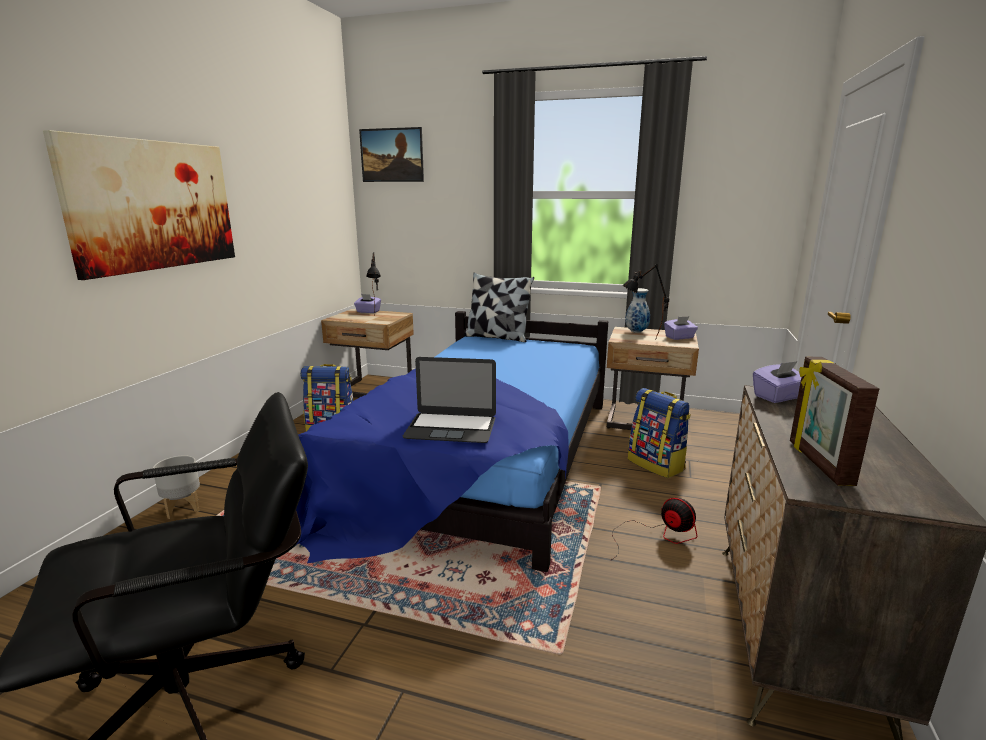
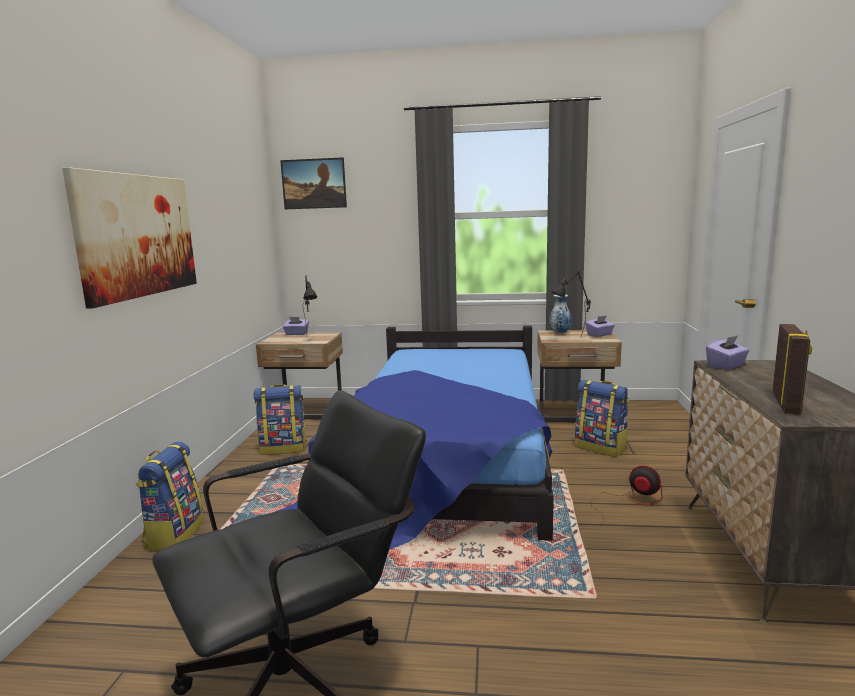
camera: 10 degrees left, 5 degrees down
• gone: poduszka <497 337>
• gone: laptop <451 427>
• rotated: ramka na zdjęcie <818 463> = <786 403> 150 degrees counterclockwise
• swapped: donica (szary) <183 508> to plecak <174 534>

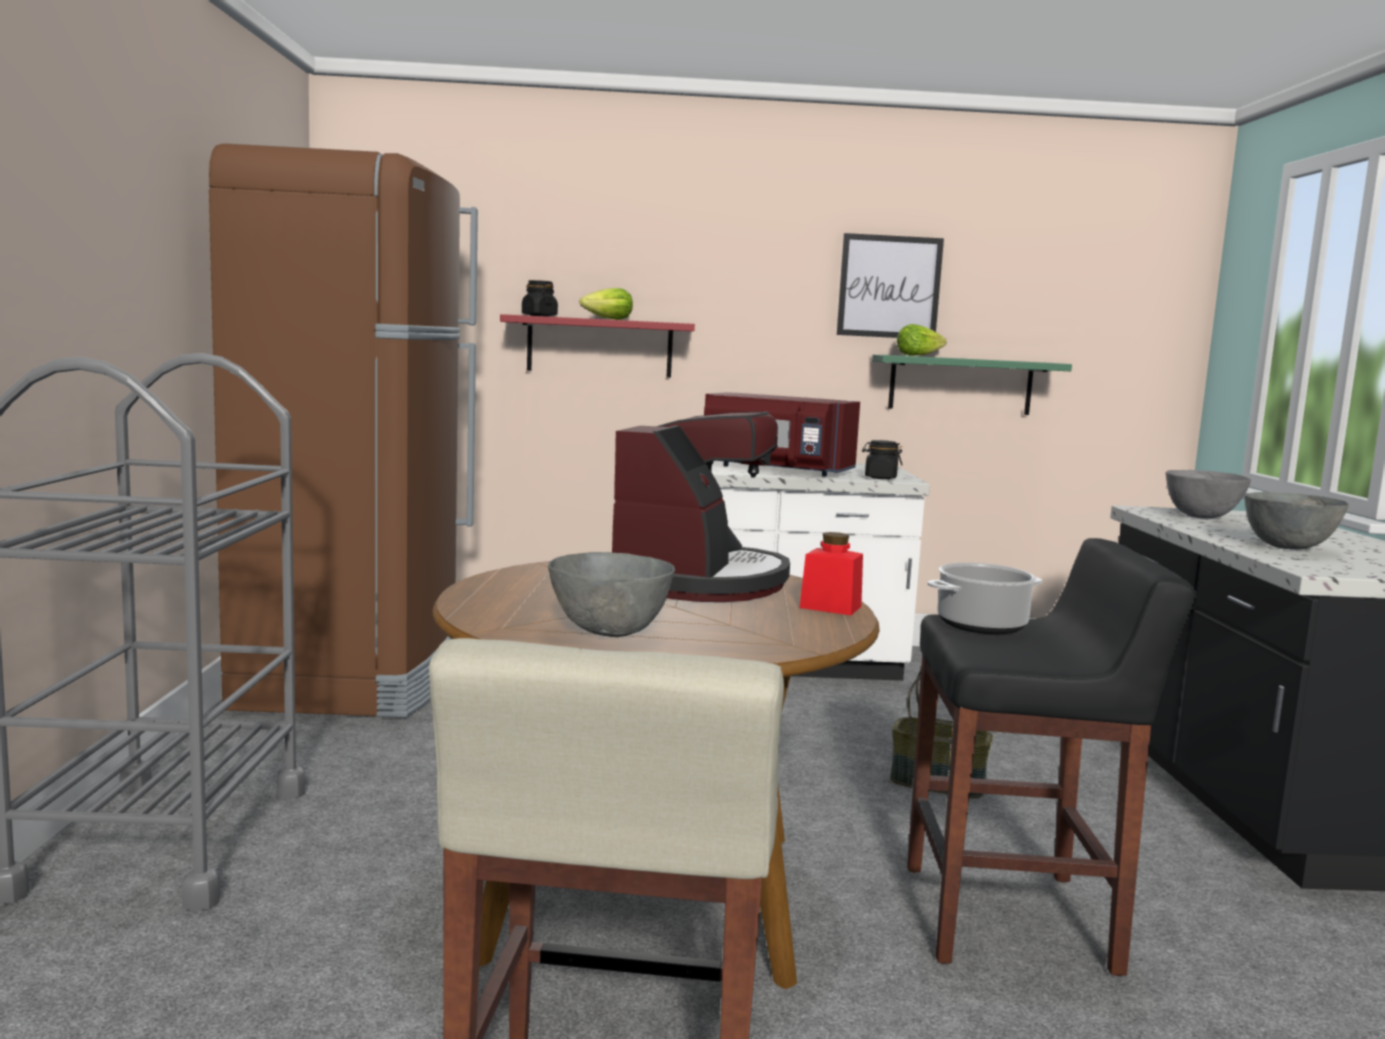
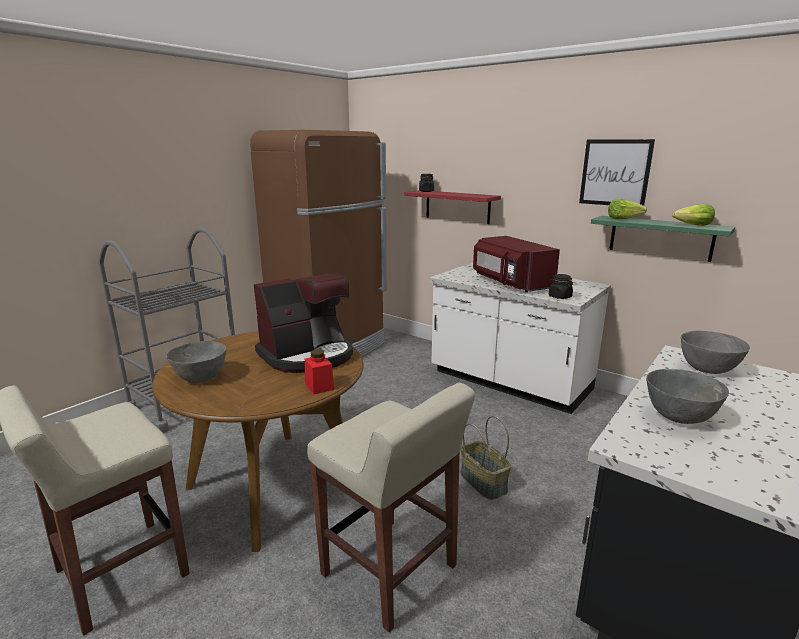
camera: 40 degrees right, 10 degrees up
• shifted: sałata <608 319> to <693 225>
• repainted: stołek (czarny) <1012 918> to stołek (beżowy) <390 571>
• gone: garnek <981 626>

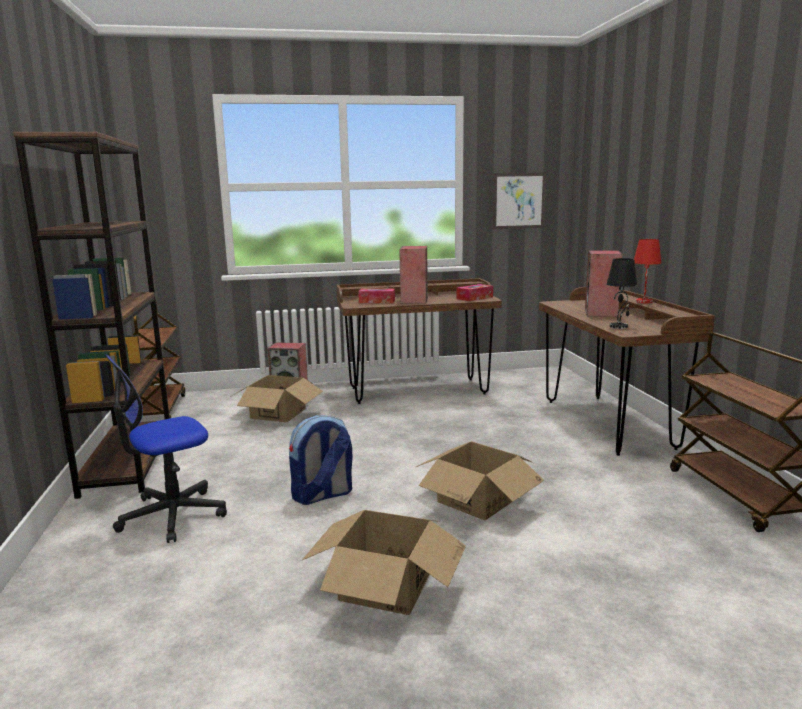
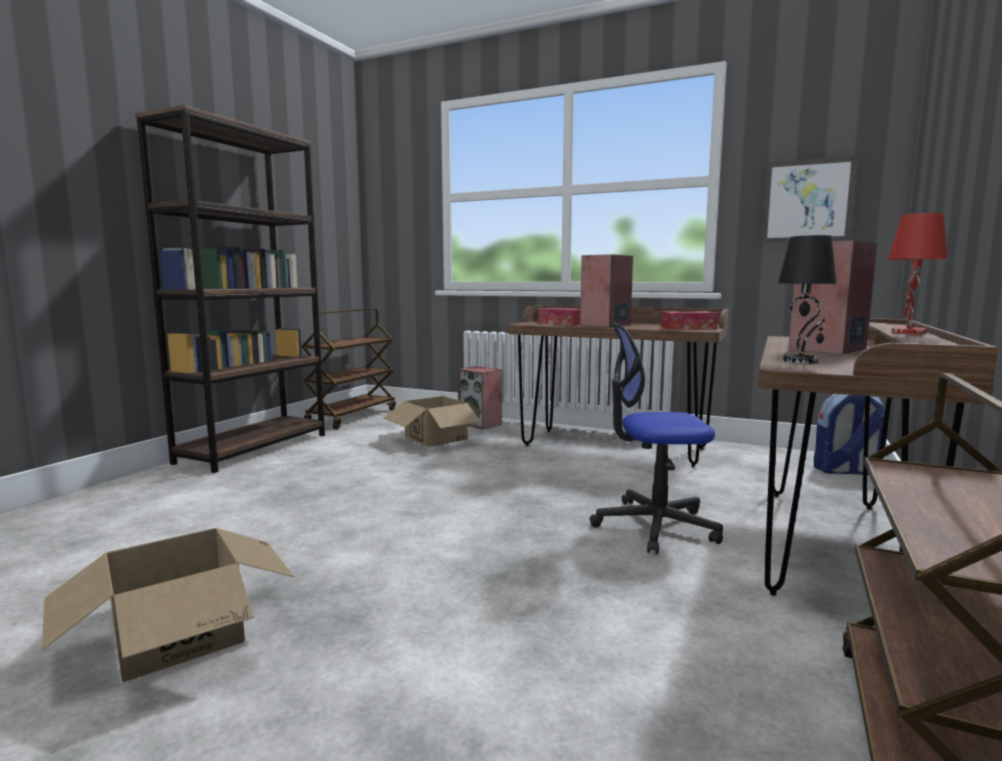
camera: 35 degrees right, 5 degrees down
• shifted: krzesło biurowe <172 515> to <654 526>
• shifted: plecak <322 495> to <846 471>
• gone: karton <477 500>

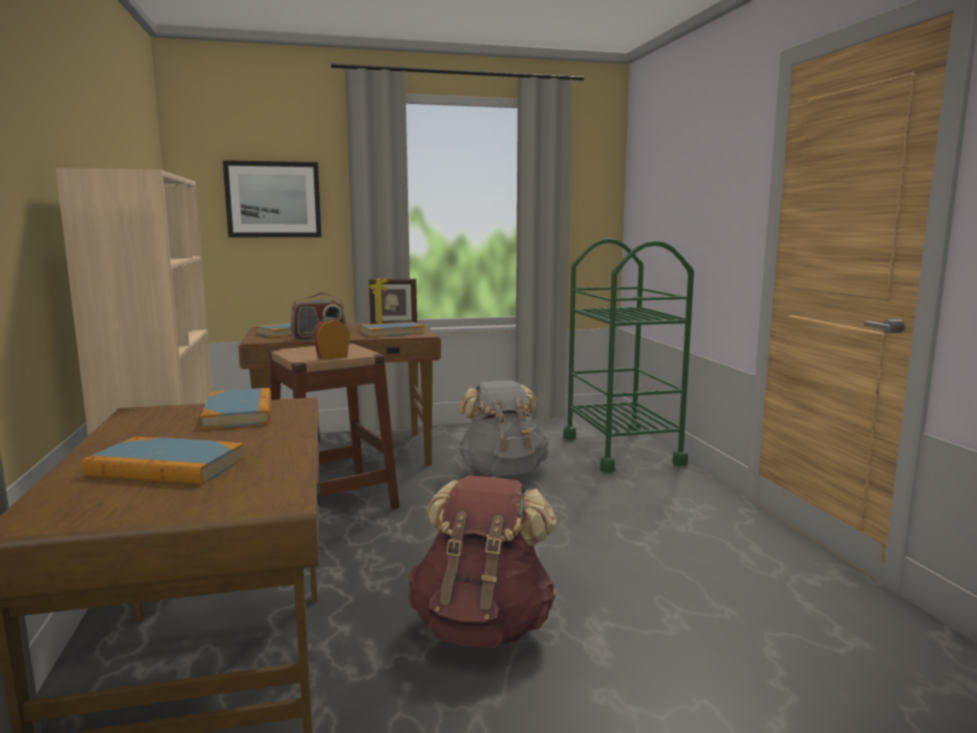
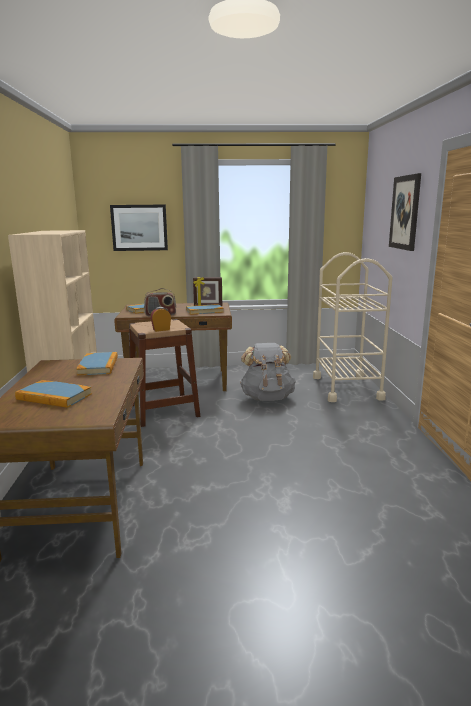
camera: 10 degrees right, 5 degrees up
• repainted: wózek (zielony) <621 450> to wózek (beżowy) <347 388>
• gone: plecak (brązowy) <483 626>
• new: obraz <405 212>

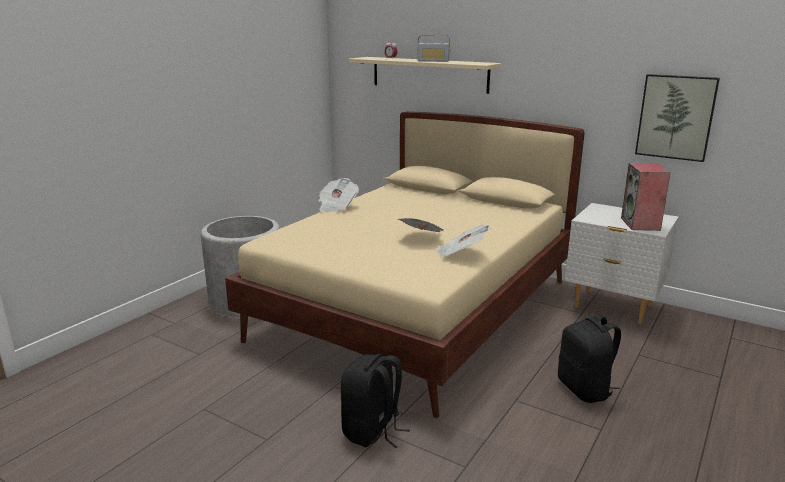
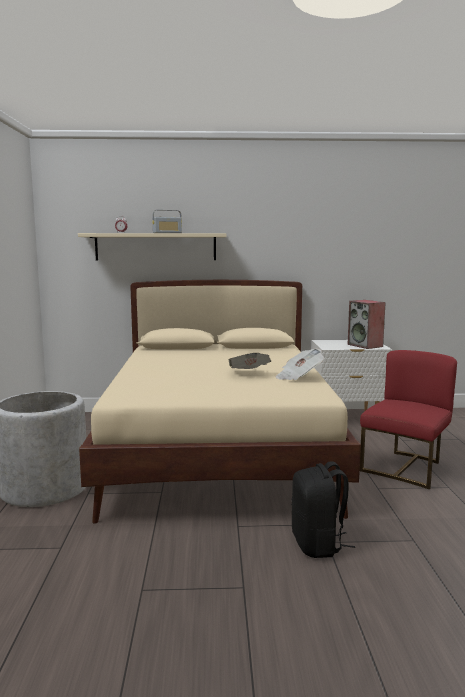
camera: 35 degrees left, 10 degrees down
• gone: obraz <675 117>
• gone: gazeta <337 207>
• swapped: plecak (czarny) <585 389> to krzesło (czerwony) <405 468>

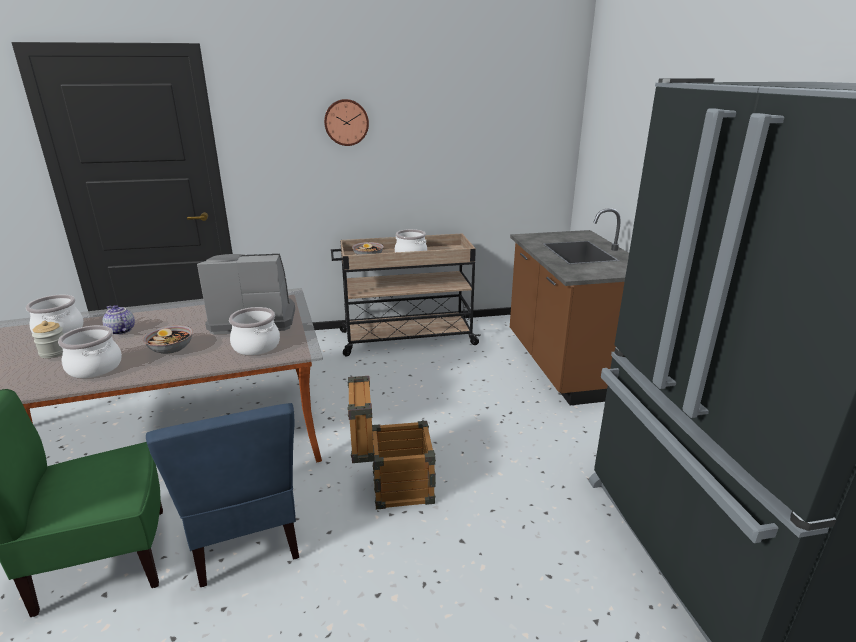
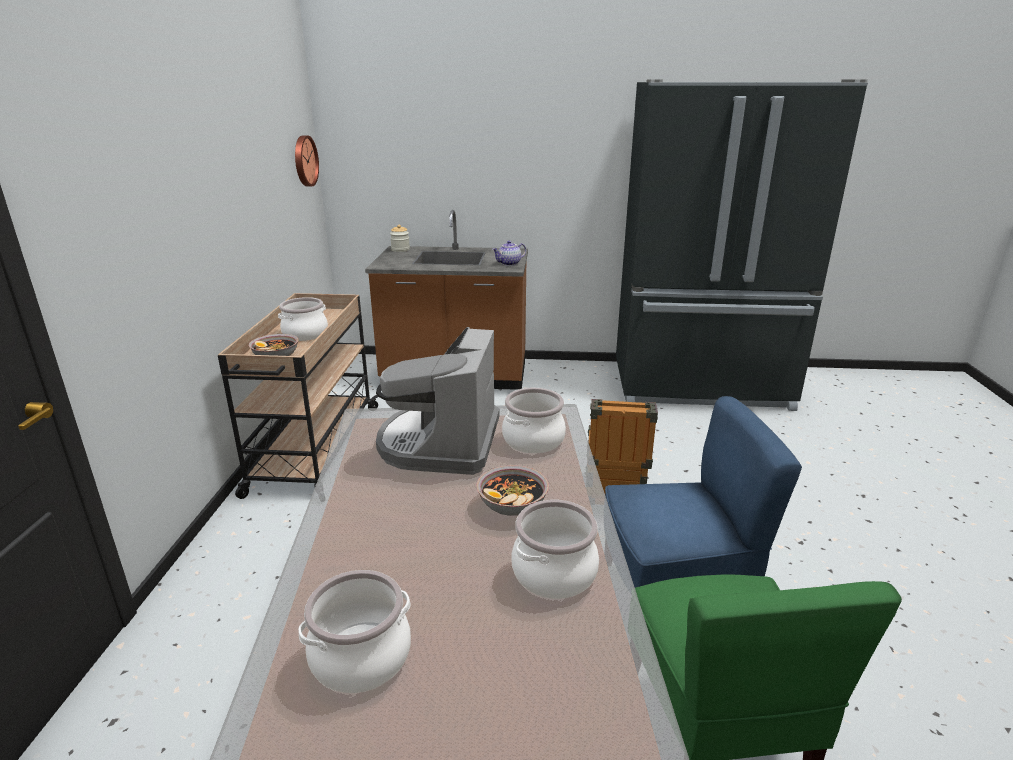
camera: 75 degrees left, 0 degrees up
• shifted: zegar ścienny <346 122> to <304 161>
• shifted: imbryk <120 331> to <509 264>
• shifted: słoik <54 352> to <400 250>

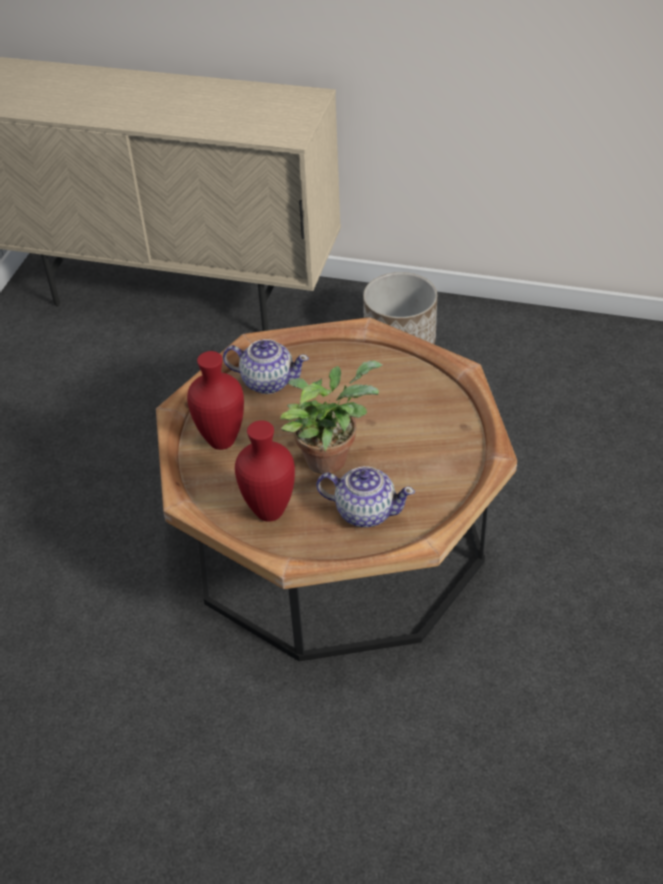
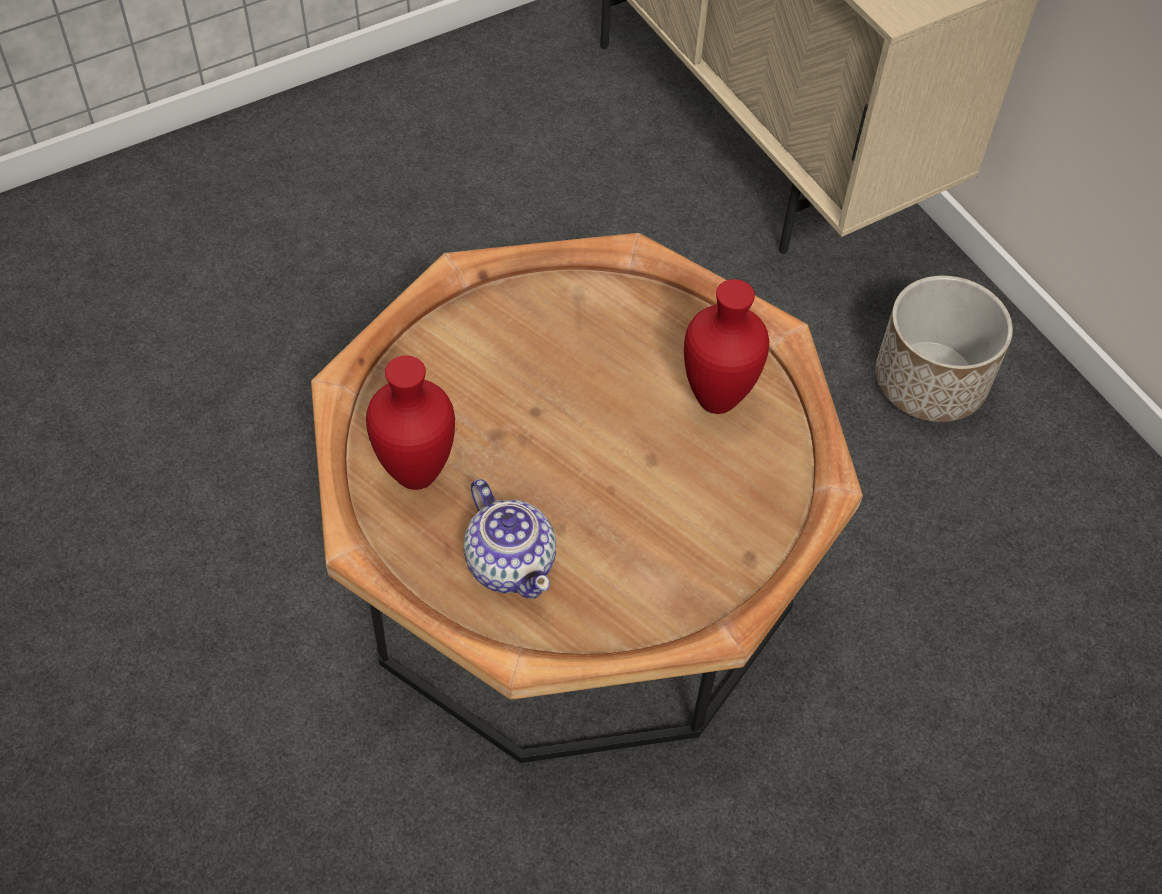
camera: 40 degrees right, 10 degrees up
• gone: imbryk <267 381>
• shifted: wazon (czerwony) <223 440> to <719 399>
• gone: roślina doniczkowa <329 456>

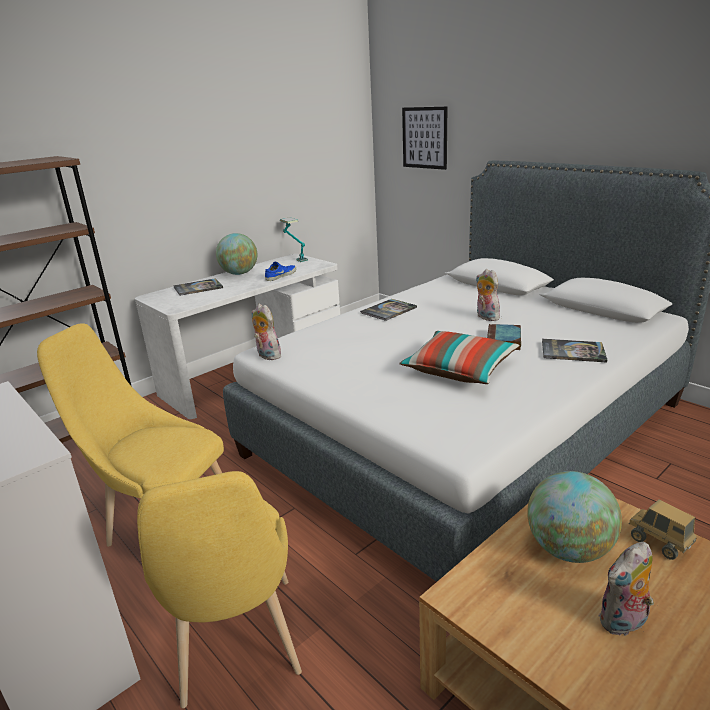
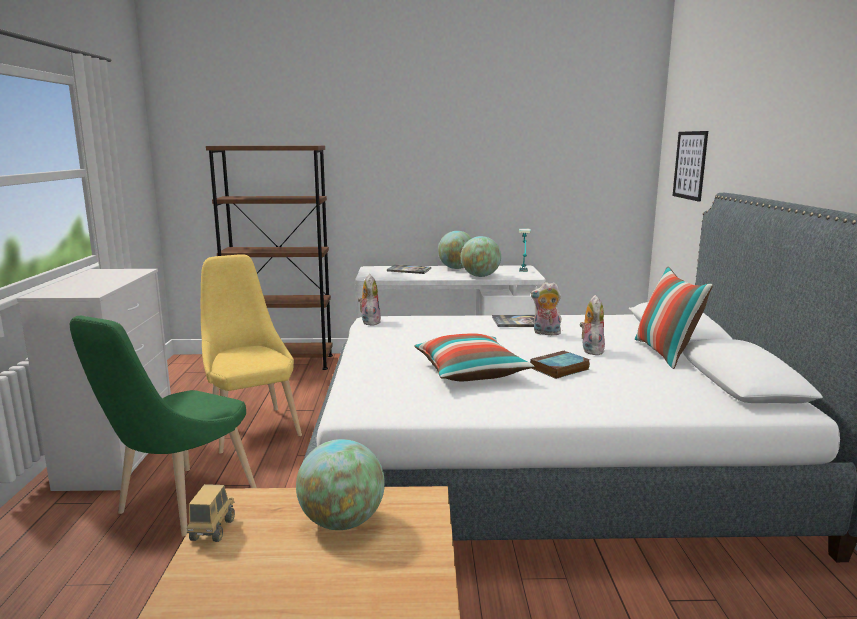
camera: 40 degrees right, 10 degrees down
• swapped: but (niebieski) <280 276> to globus <480 276>
• gone: książka <572 351>
• repainted: krzesło (żółty) <238 649> to krzesło (zielony) <180 505>
• shifted: ciężarówka zabawkowa <659 543> to <212 530>
• shifted: pluszak <623 623> to <546 333>
• new: poduszka <666 354>

